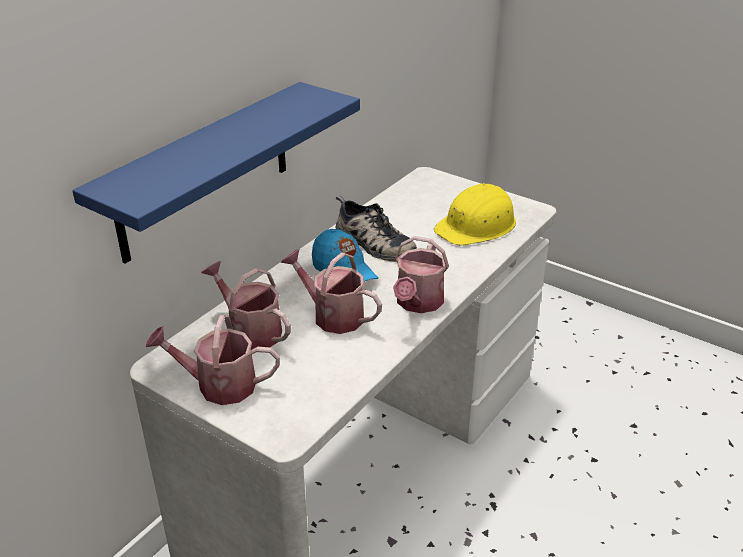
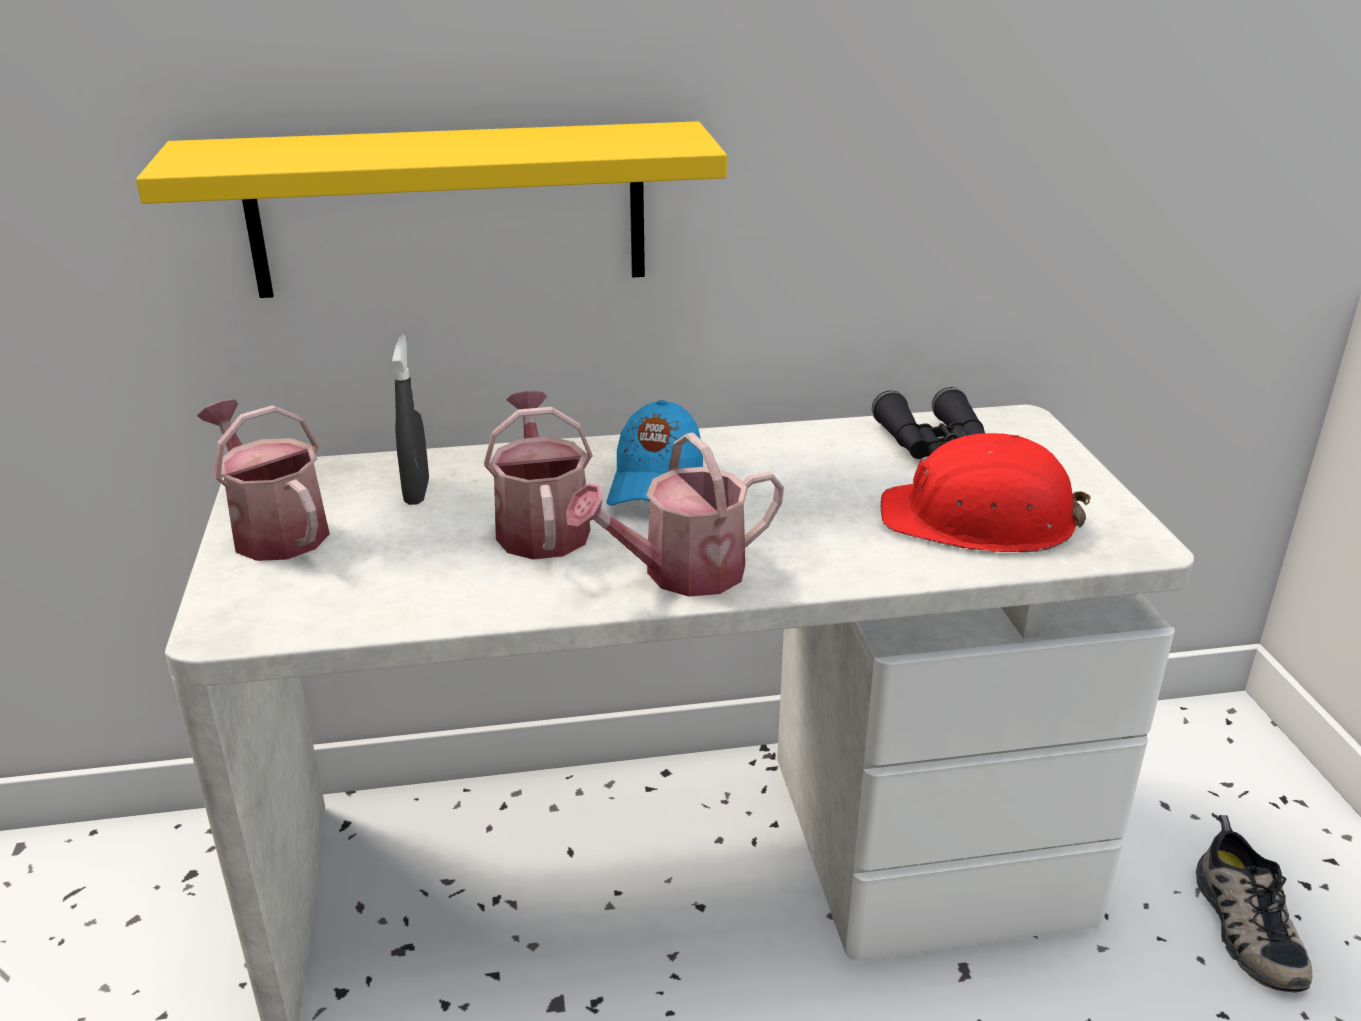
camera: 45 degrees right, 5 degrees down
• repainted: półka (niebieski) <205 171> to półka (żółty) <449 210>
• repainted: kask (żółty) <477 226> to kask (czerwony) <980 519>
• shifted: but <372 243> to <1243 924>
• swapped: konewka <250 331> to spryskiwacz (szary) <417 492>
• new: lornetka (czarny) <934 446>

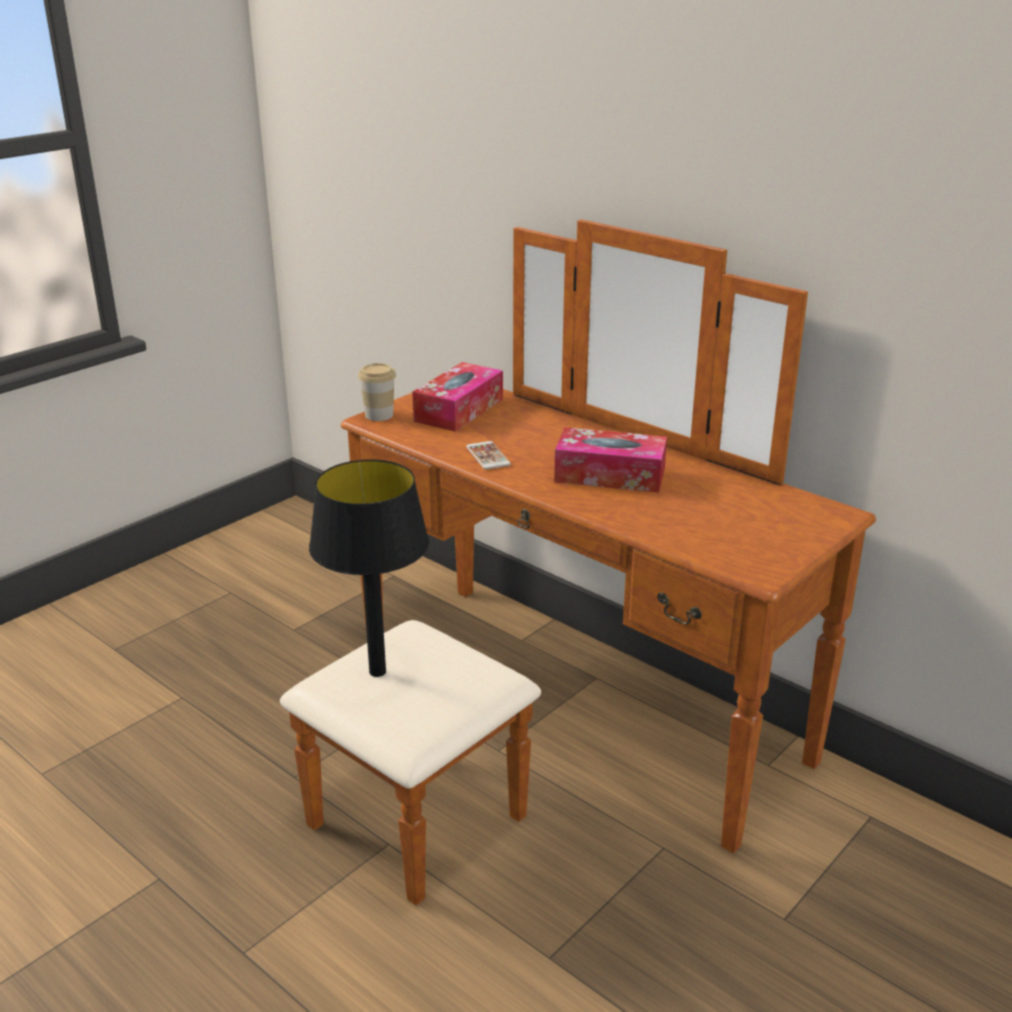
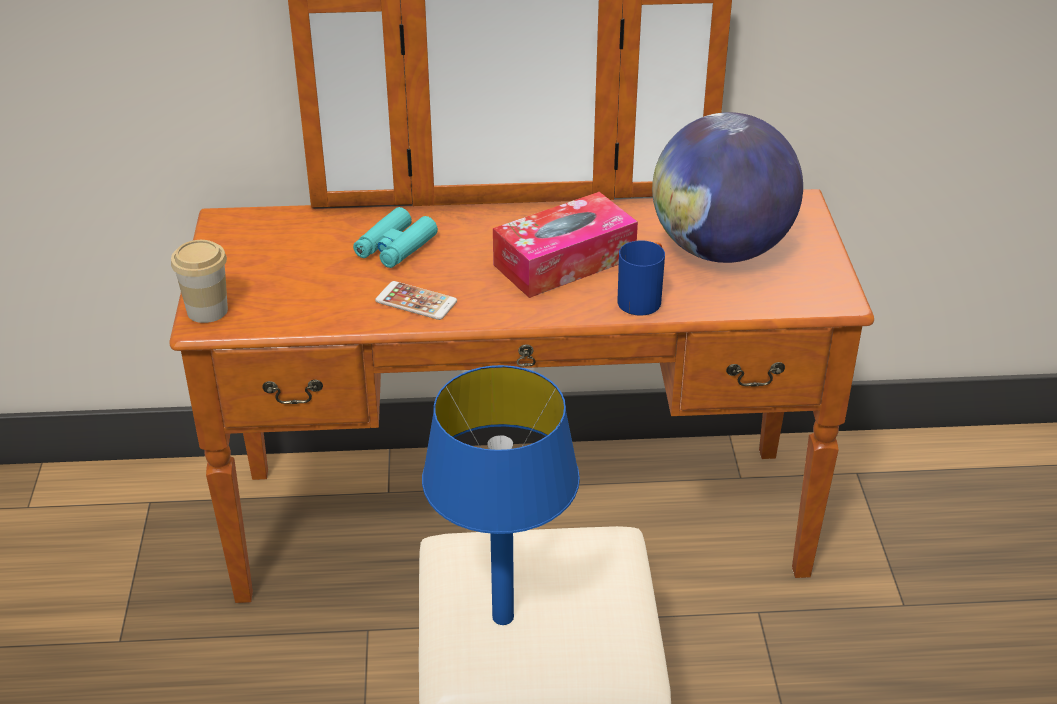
camera: 45 degrees left, 10 degrees up
• gone: pudełko chusteczek <459 410>
• repainted: lampa stołowa (czarny) <377 671> to lampa stołowa (niebieski) <501 616>
• new: globus <720 250>
• new: lornetka (turkusowy) <395 247>
• new: kubek (niebieski) <643 298>

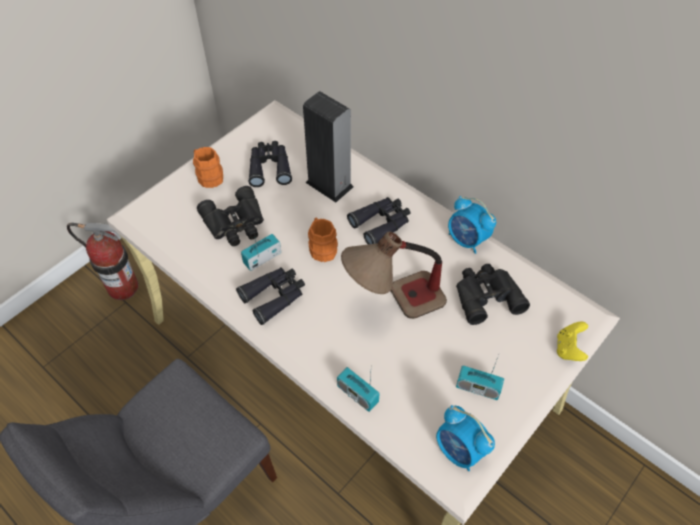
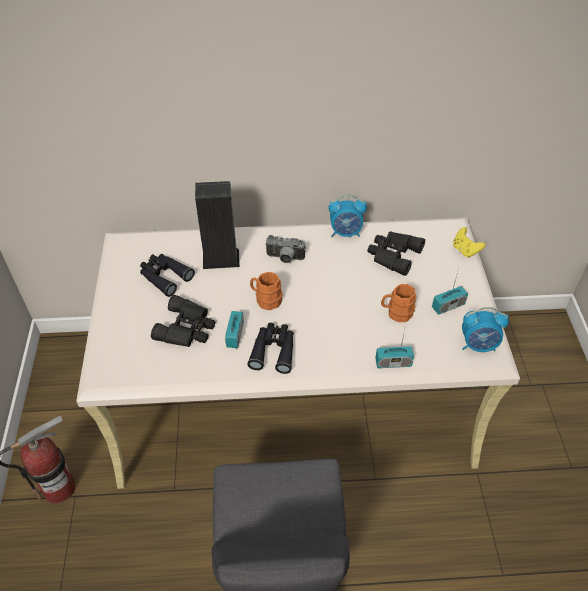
camera: 45 degrees left, 5 degrees down
• shifted: kubek (pomarańczowy) <208 176> to <396 313>
• swapped: lornetka (czarny) <381 223> to aparat fotograficzny <284 258>
• gone: lampa stołowa <393 306>

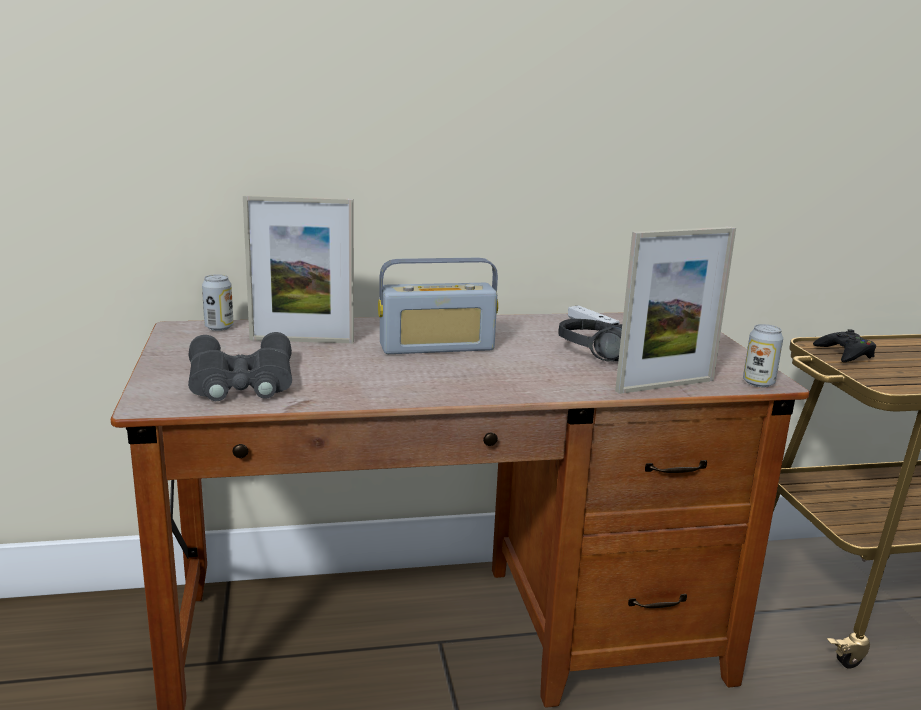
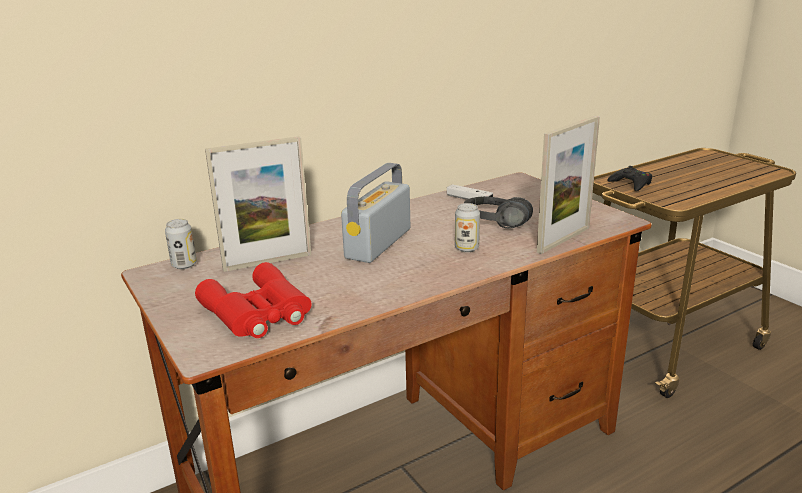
camera: 20 degrees left, 5 degrees up
• rotated: radio <437 347> = <378 243> 150 degrees clockwise
• shifted: puszka <758 383> to <466 248>
• repainted: lornetka (szary) <240 381> to lornetka (czerwony) <258 313>

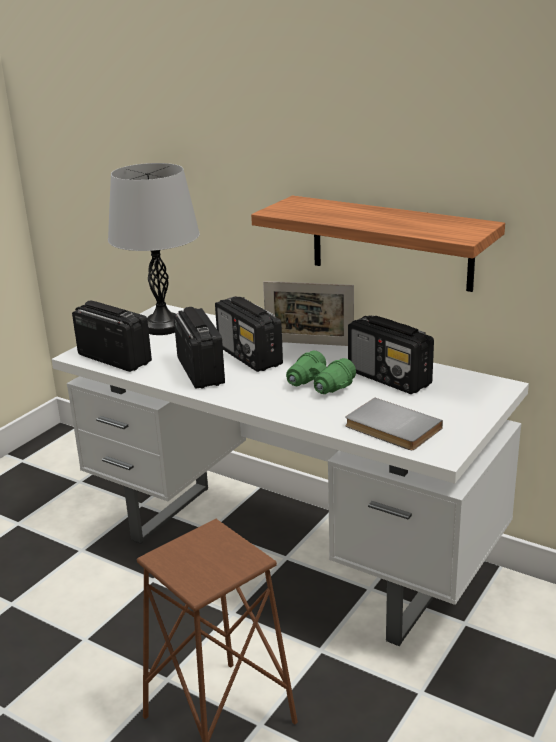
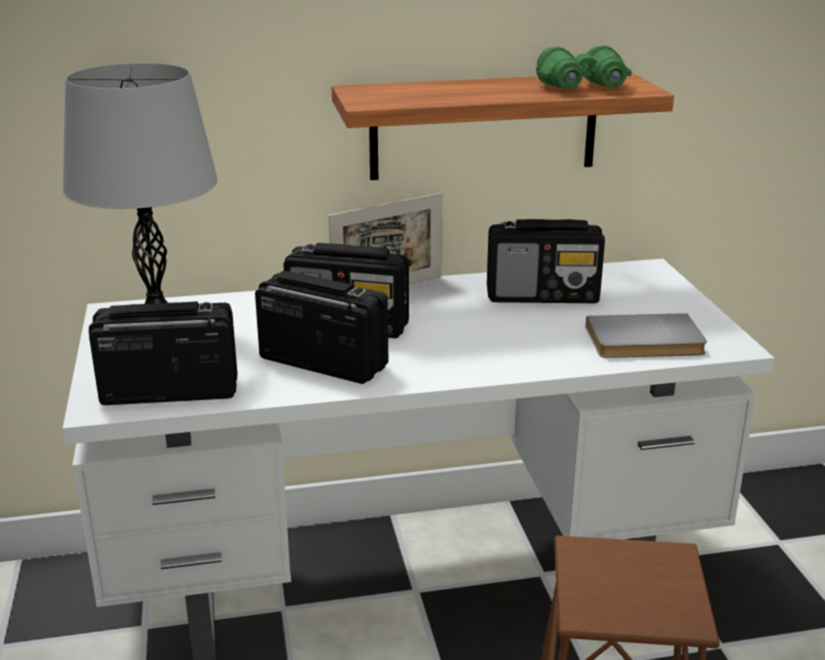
camera: 45 degrees left, 0 degrees up
• shifted: lornetka (zielony) <319 385> to <583 87>

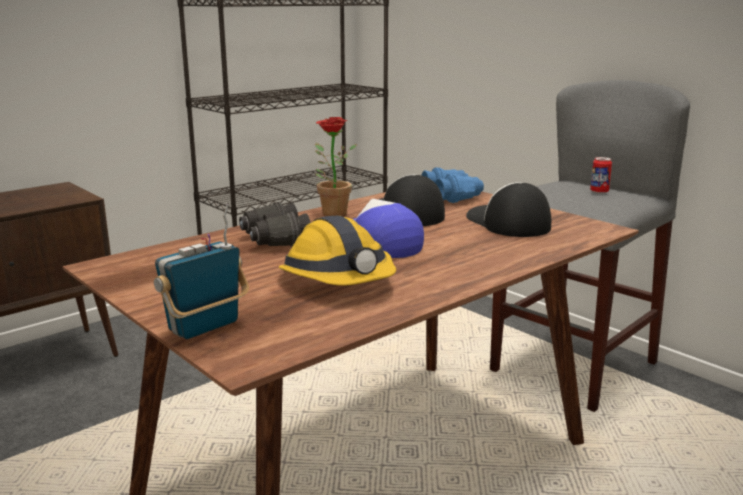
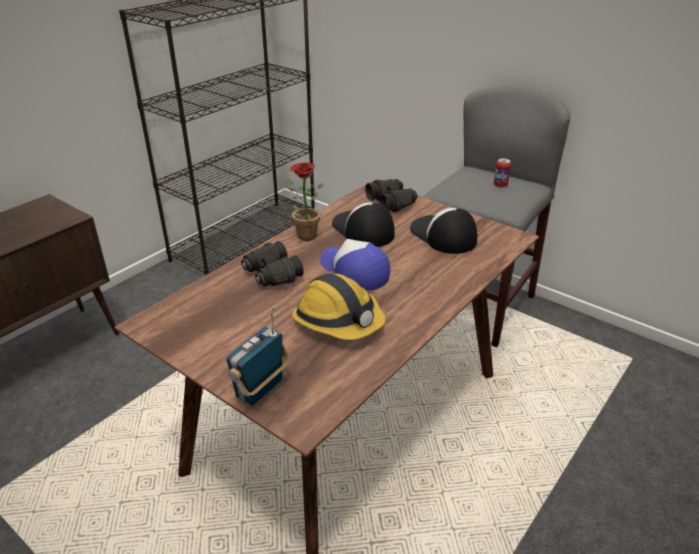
camera: 10 degrees left, 15 degrees up
• repainted: lornetka (niebieski) <452 196> to lornetka (czarny) <391 202>

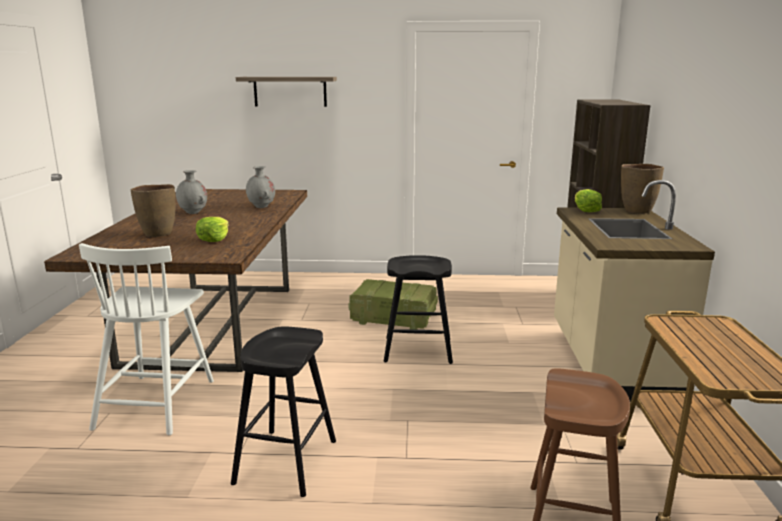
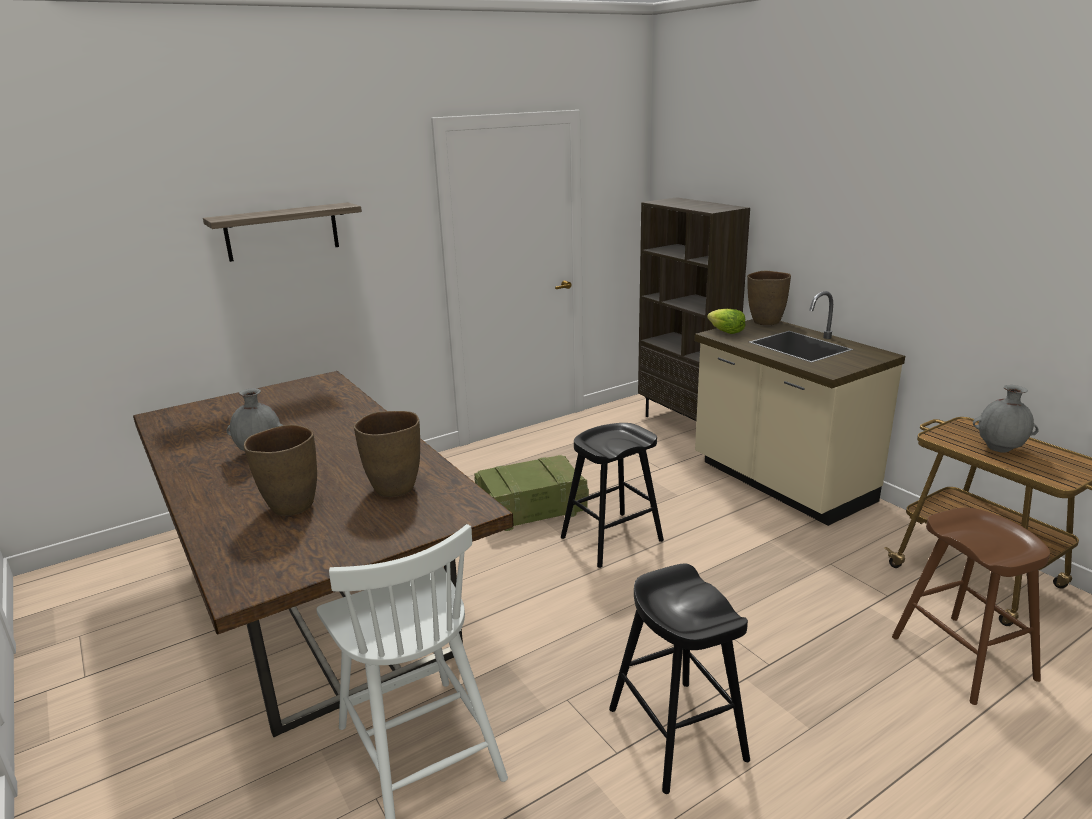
camera: 35 degrees left, 5 degrees up
• shifted: wazon (szary) <262 207> to <1000 449>
• swapped: sałata <214 239> to wazon (brązowy) <394 488>

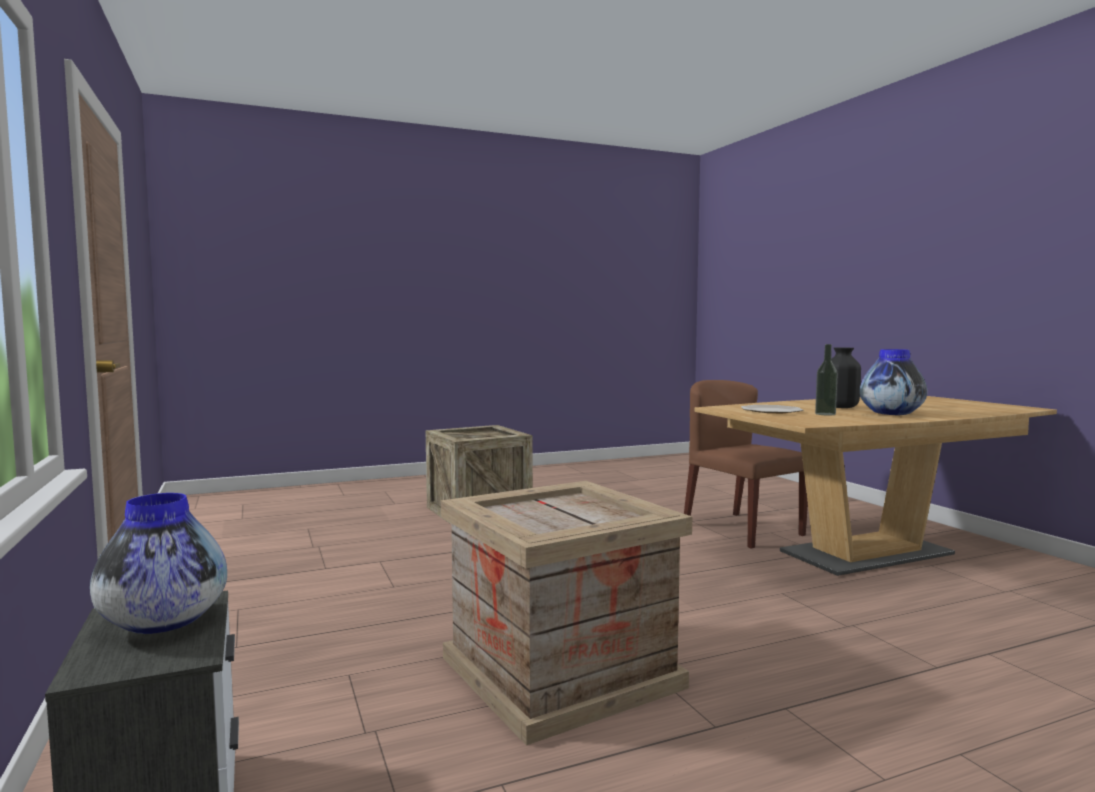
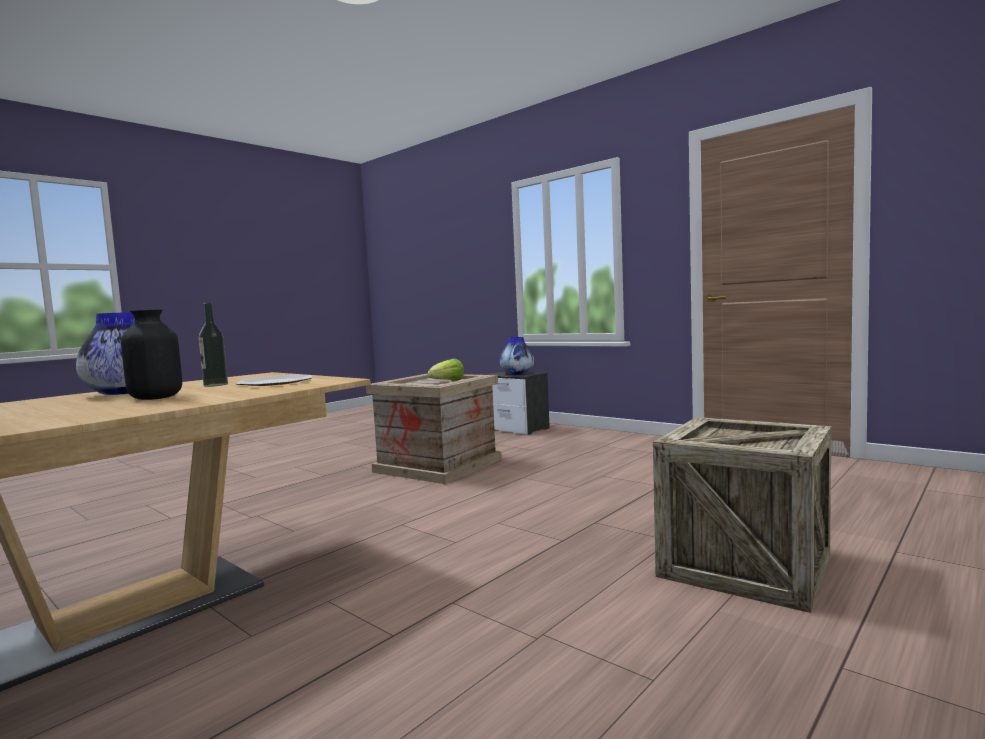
camera: 155 degrees right, 0 degrees up
• gone: krzesło (brązowy) <741 529>
• new: sałata <448 381>

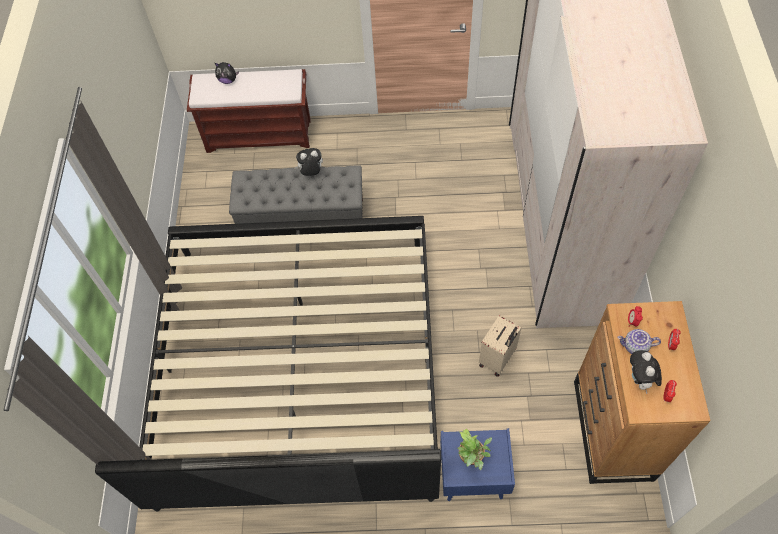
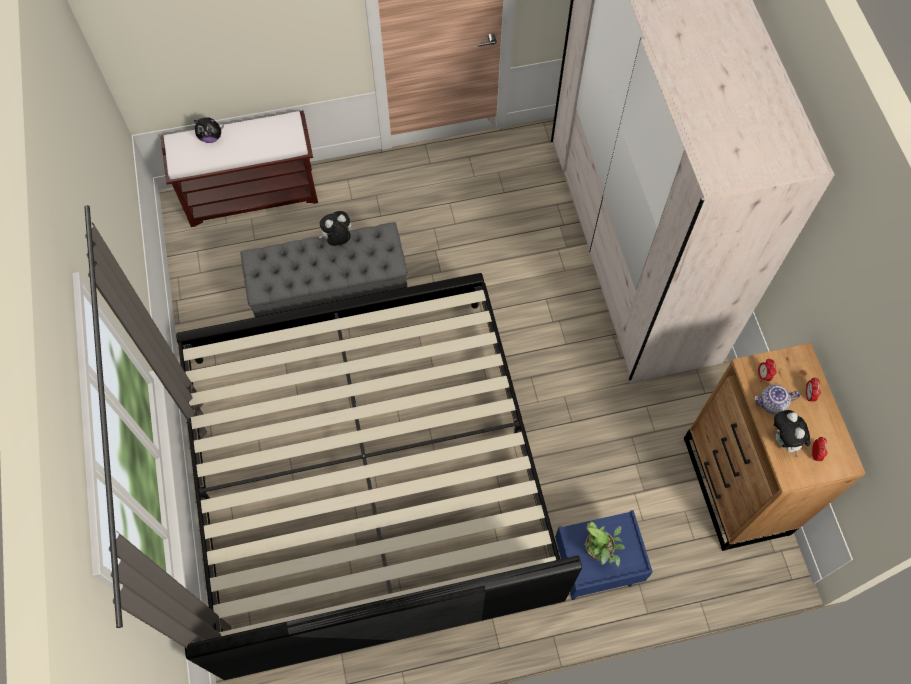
camera: 15 degrees left, 5 degrees up
• gone: walizka (beżowy) <497 359>

